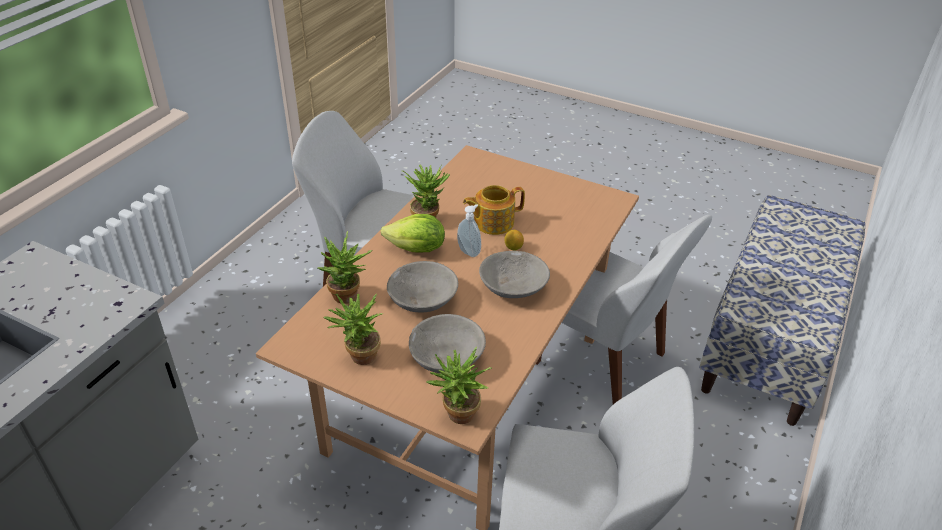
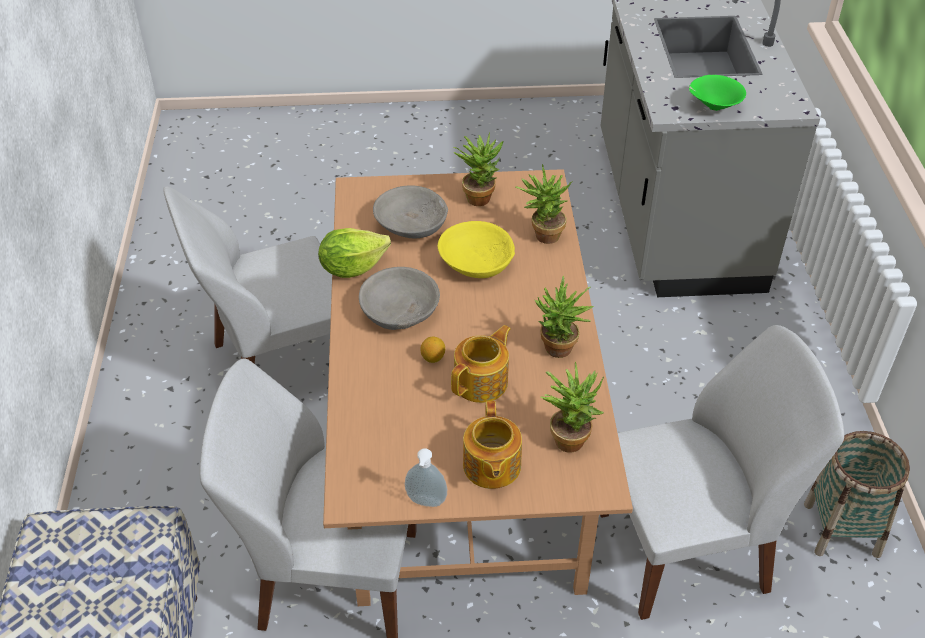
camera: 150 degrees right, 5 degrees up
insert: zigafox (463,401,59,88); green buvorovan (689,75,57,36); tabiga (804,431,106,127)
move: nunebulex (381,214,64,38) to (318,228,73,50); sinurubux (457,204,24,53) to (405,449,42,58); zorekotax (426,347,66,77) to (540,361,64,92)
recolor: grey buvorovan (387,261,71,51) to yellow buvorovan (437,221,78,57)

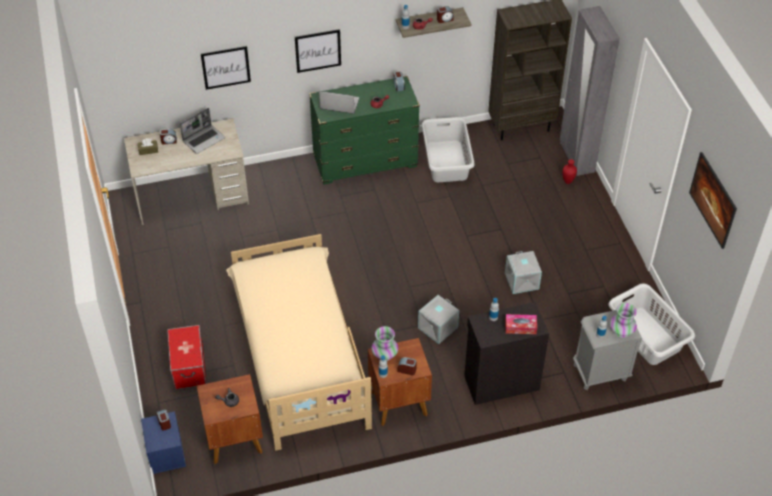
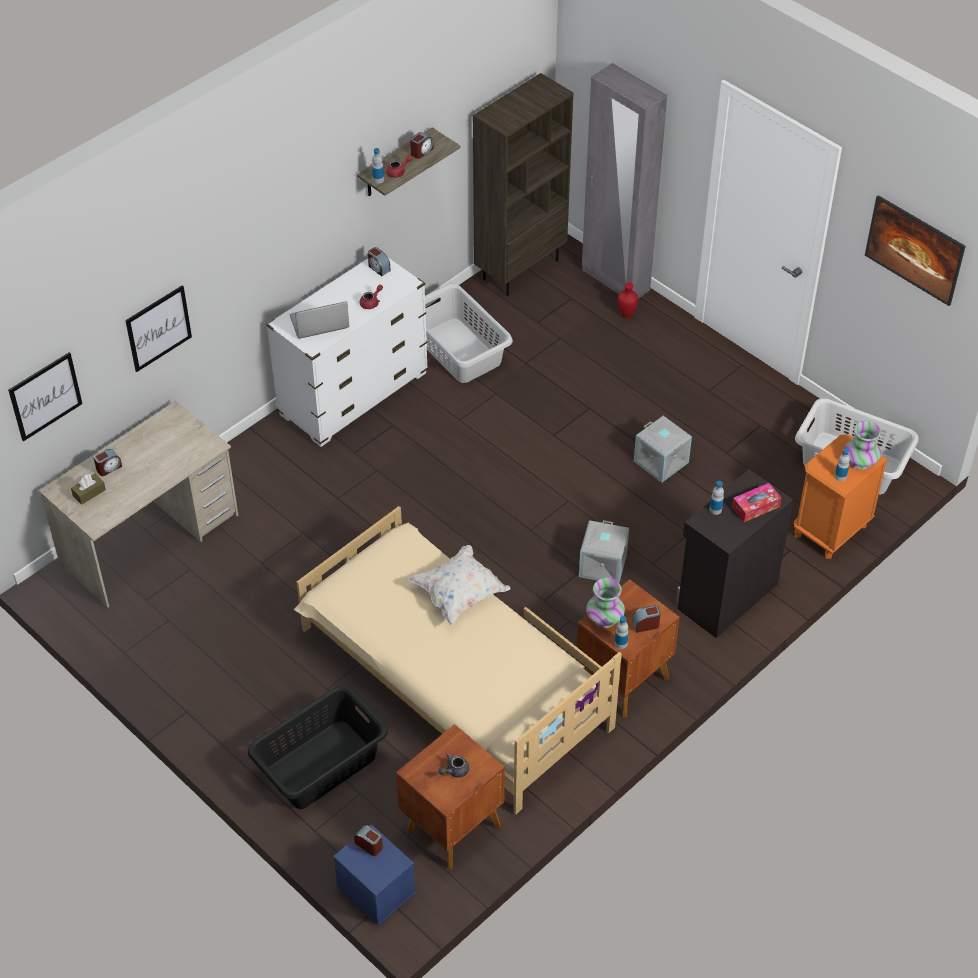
camera: 30 degrees left, 0 degrees up
delete: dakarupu (180,108,45,46)
insert: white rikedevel (408,545,102,80)
move: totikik (295,29,46,44) to (8,352,74,89)
replace: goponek (167,325,40,64) to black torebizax (248,685,140,124)
recolor: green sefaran (309,76,111,109) to white sefaran (266,258,162,189); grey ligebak (573,310,69,80) to orange ligebak (794,435,94,124)

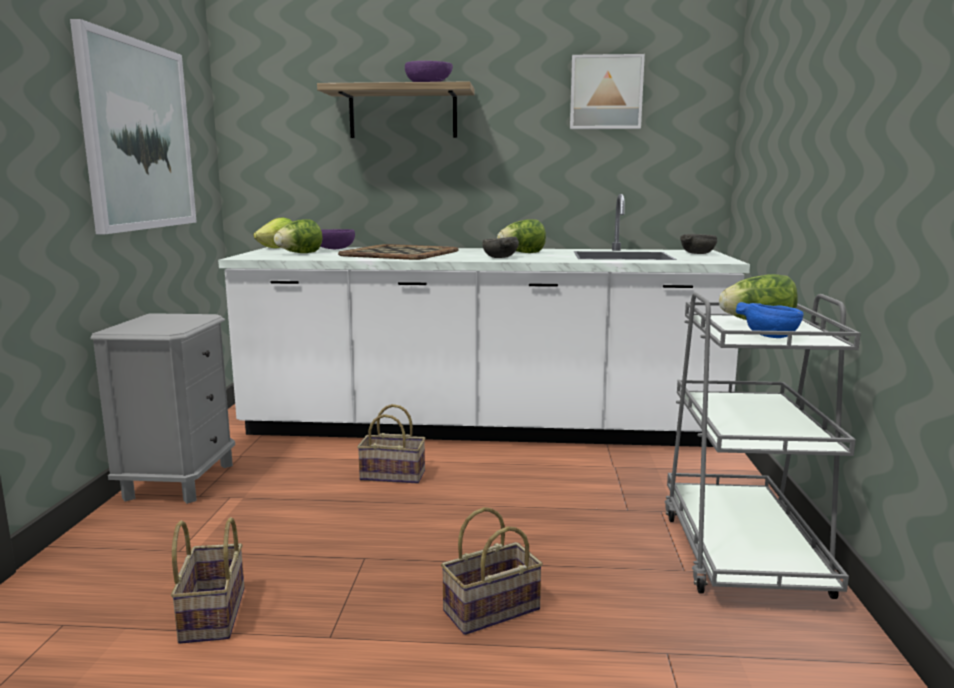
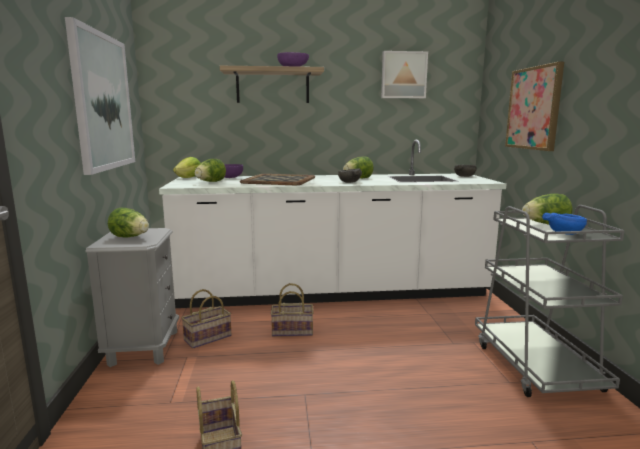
camera: 10 degrees left, 0 degrees up
insert: nunebulex (108,208,41,30); totikik (505,62,59,89)
move: tabiga (441,507,102,128) to (181,289,50,59)

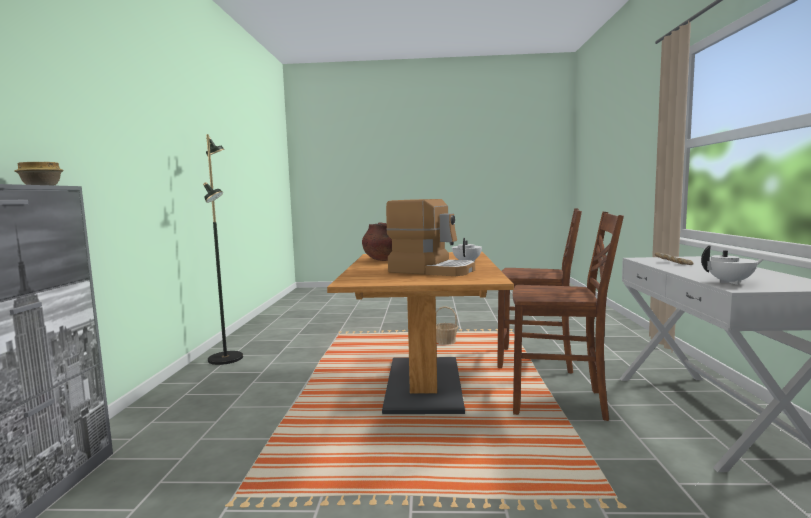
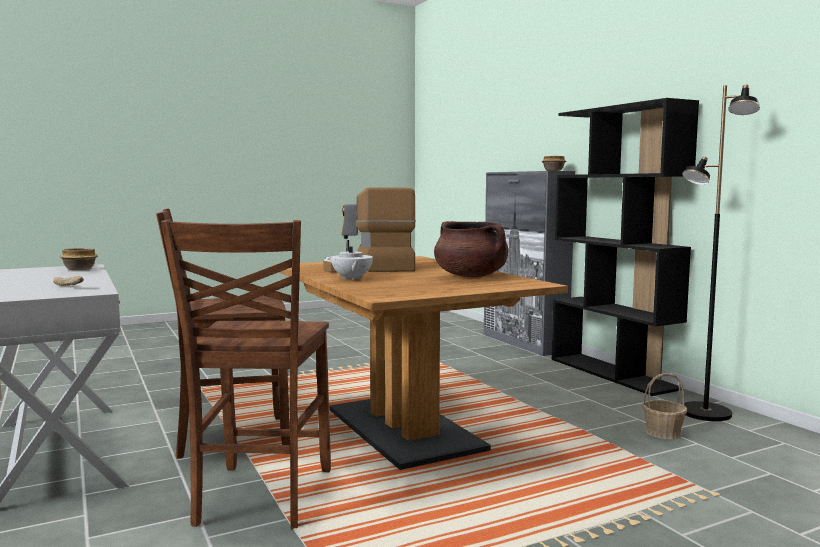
camera: 150 degrees right, 0 degrees up
insert: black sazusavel (551,98,148,298)
move: tabiga (436,306,22,39) to (642,373,45,66)
replace: white zigafox (701,246,63,39) to buvorovan (59,248,39,22)
rotate: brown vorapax (498,208,84,166) = (161,220,170,309) 75 degrees counterclockwise

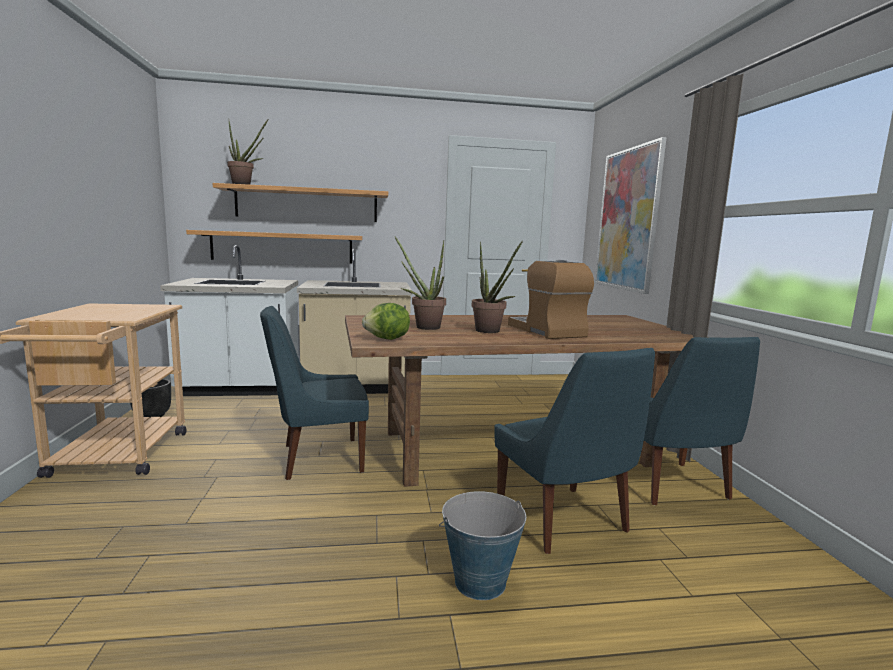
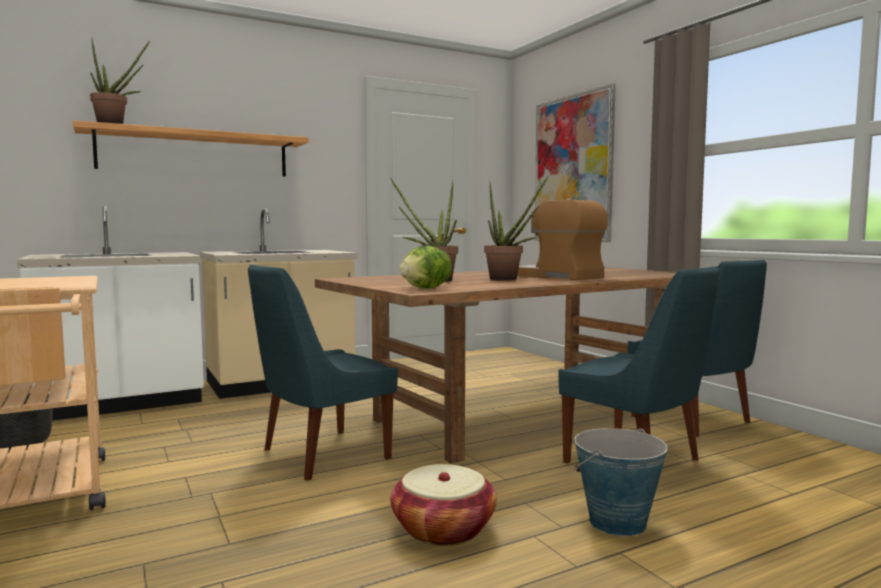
camera: 20 degrees left, 5 degrees down
delete: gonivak (186,230,177,34)
insert: tabiga (390,464,107,82)

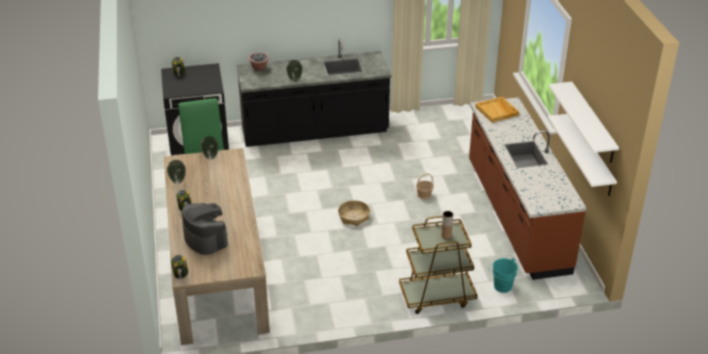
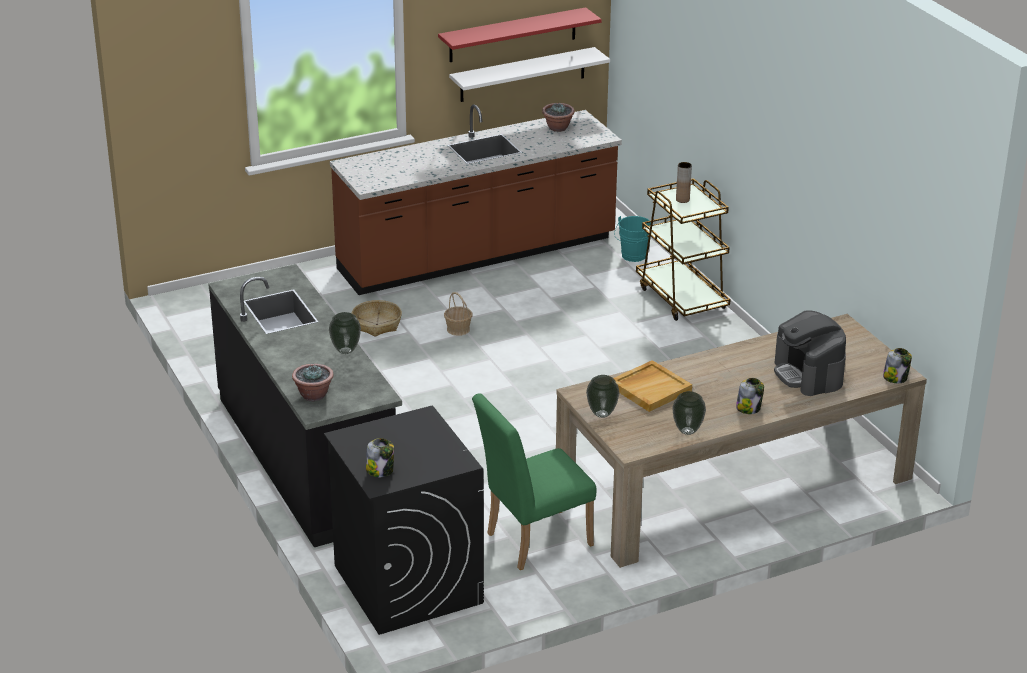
camera: 105 degrees left, 5 degrees down
insert: zorekotax (542,103,33,29)
move: tabiga (338,200,32,26) to (351,300,51,37); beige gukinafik (475,97,44,26) to (614,360,78,52)
recolor: white gonivak (549,82,70,81) to red gonivak (438,7,164,55)
rotate: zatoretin (182,203,46,52) = (774,310,72,86) 60 degrees counterclockwise

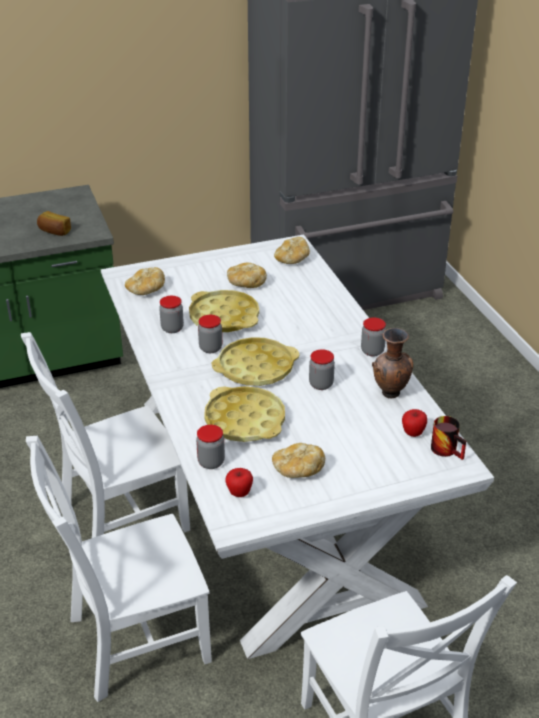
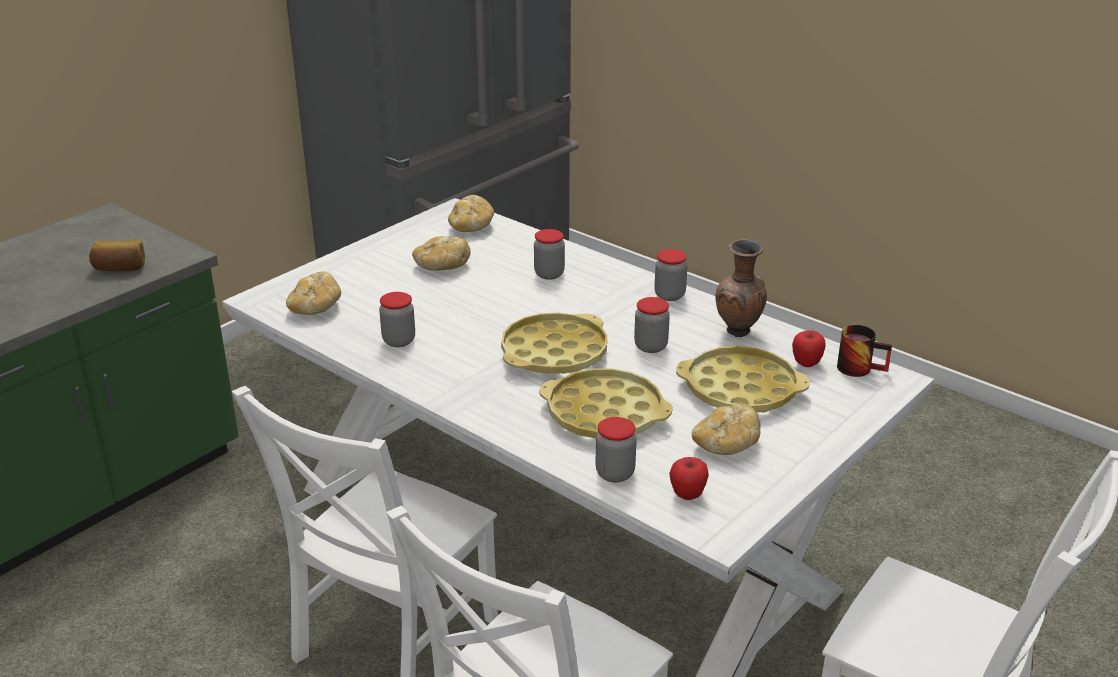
camera: 30 degrees left, 5 degrees down
move: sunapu (198,315,24,38) to (534,229,31,51); yellow gukinafik (189,290,70,43) to (676,346,134,66)

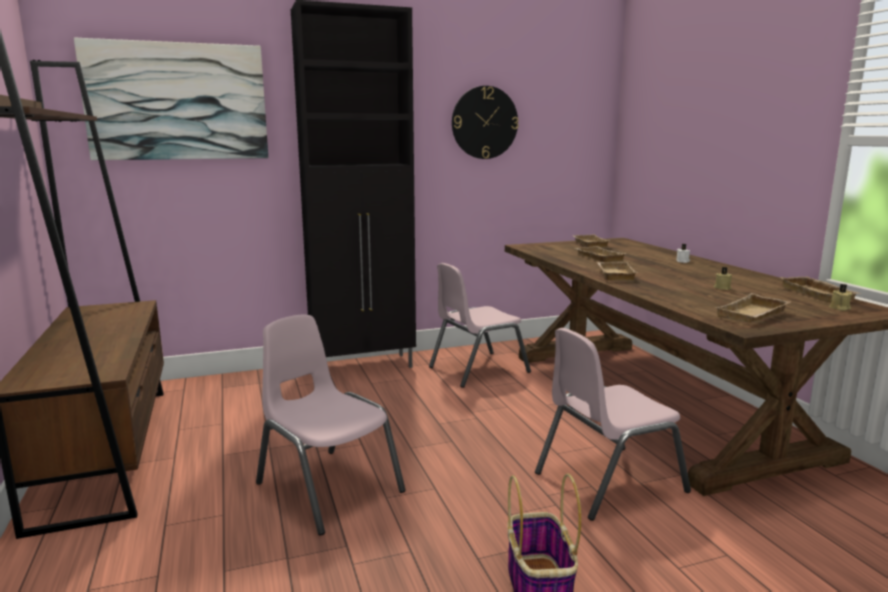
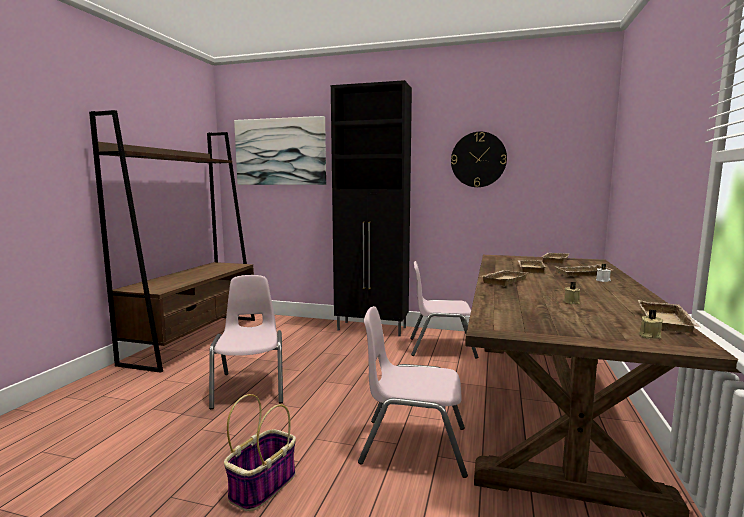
camera: 35 degrees right, 5 degrees down
move: beige gukinafik (716,293,74,30) to (555,264,59,12)

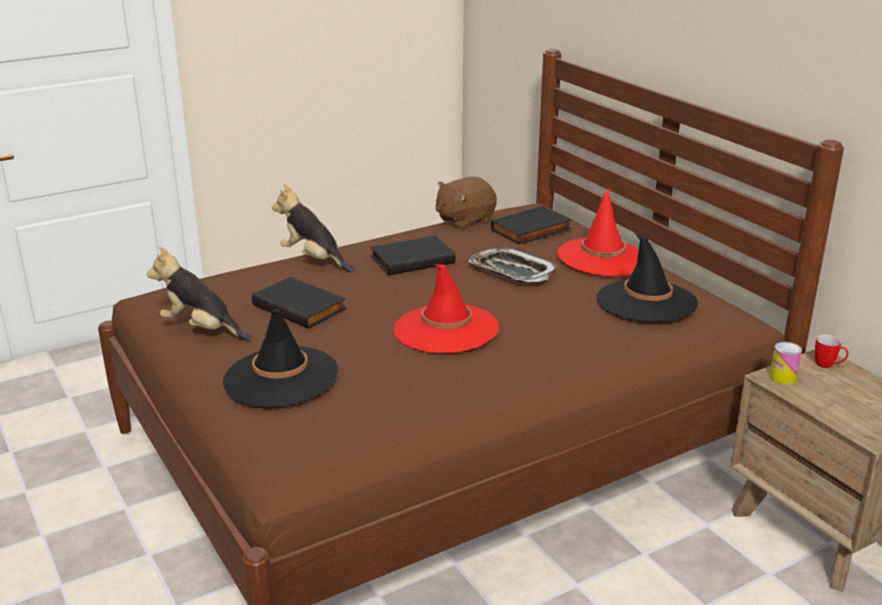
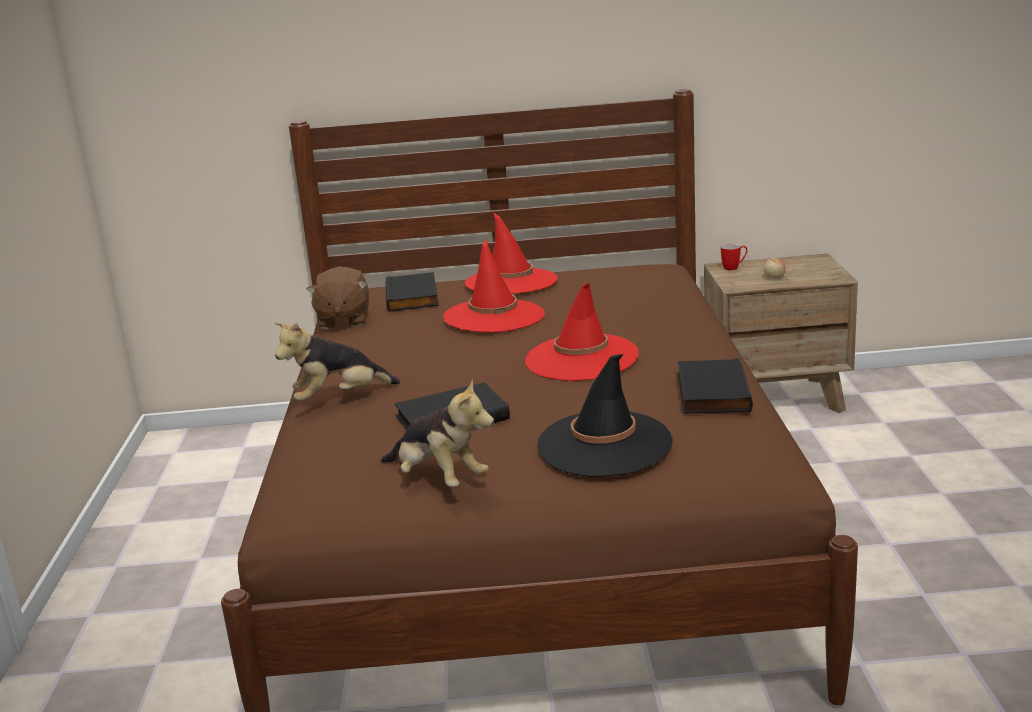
camera: 60 degrees left, 5 degrees down
delete: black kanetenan (597,233,101,89); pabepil (770,342,32,43)
insert: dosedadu (764,258,22,21)
move: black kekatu (370,235,86,40) to (678,358,75,56)
replace: gukinafik (469,247,88,35) to red kanetenan (443,238,102,94)
rotate: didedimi (147,247,105,94) = (381,379,113,108) 105 degrees counterclockwise

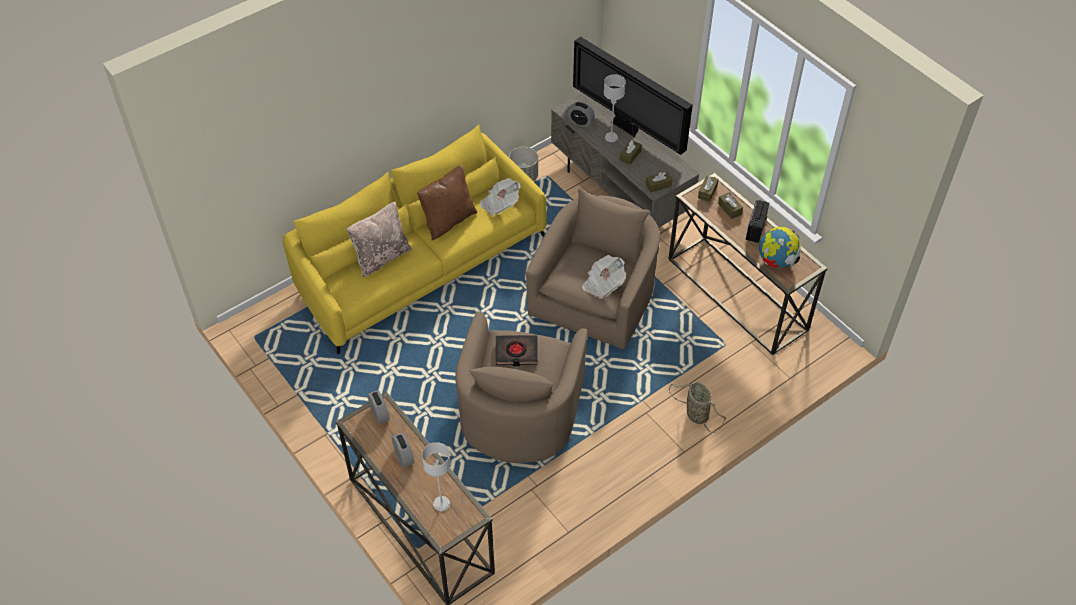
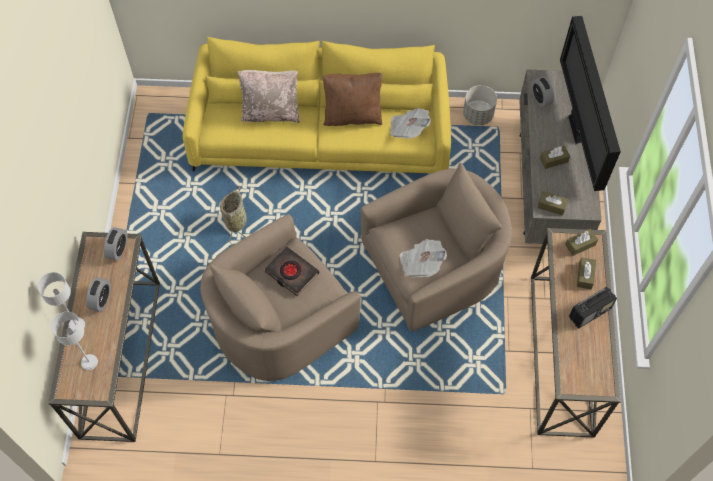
camera: 40 degrees right, 10 degrees up
delete: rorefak (759,227,42,41)
move: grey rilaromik (604,74,22,68) to (38,272,47,60); tabiga (669,382,57,51) to (220,185,27,60)

